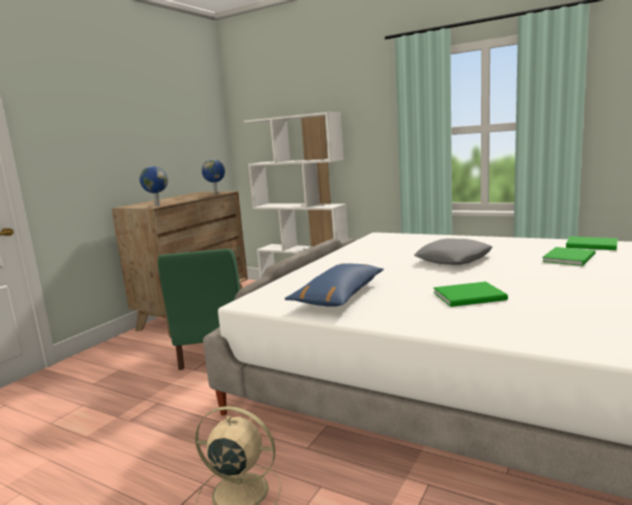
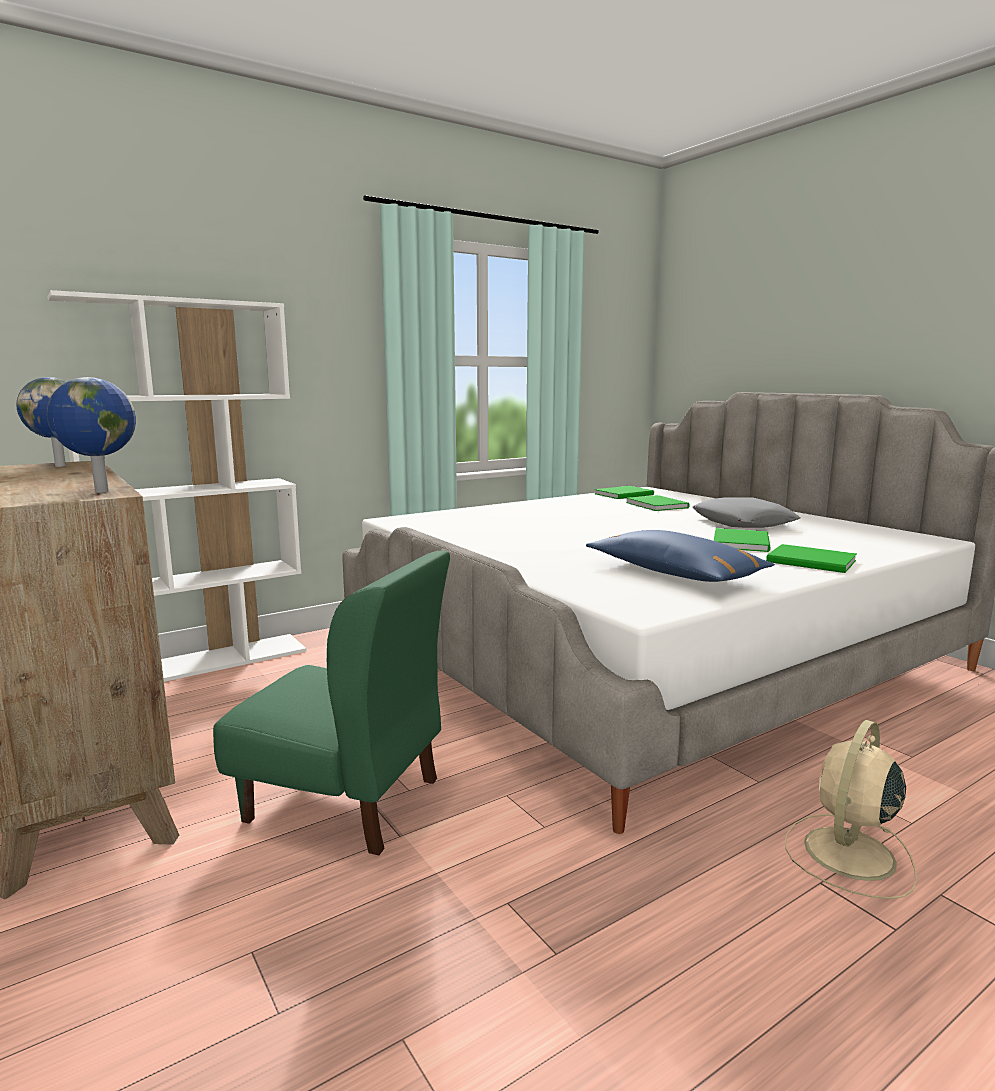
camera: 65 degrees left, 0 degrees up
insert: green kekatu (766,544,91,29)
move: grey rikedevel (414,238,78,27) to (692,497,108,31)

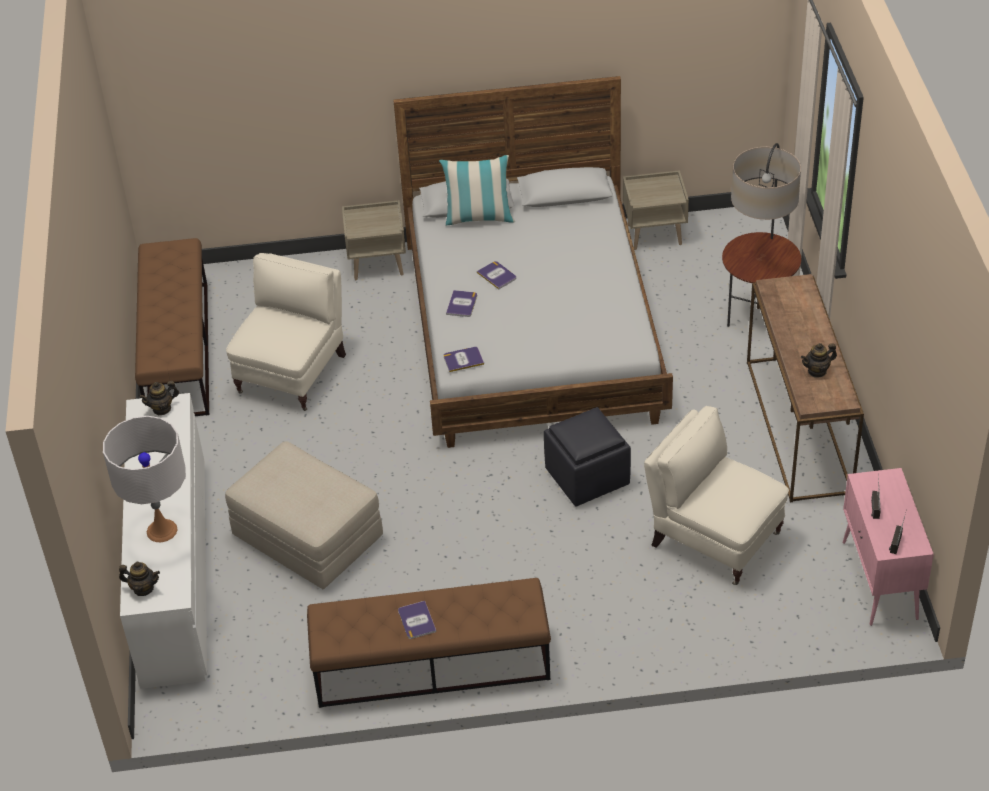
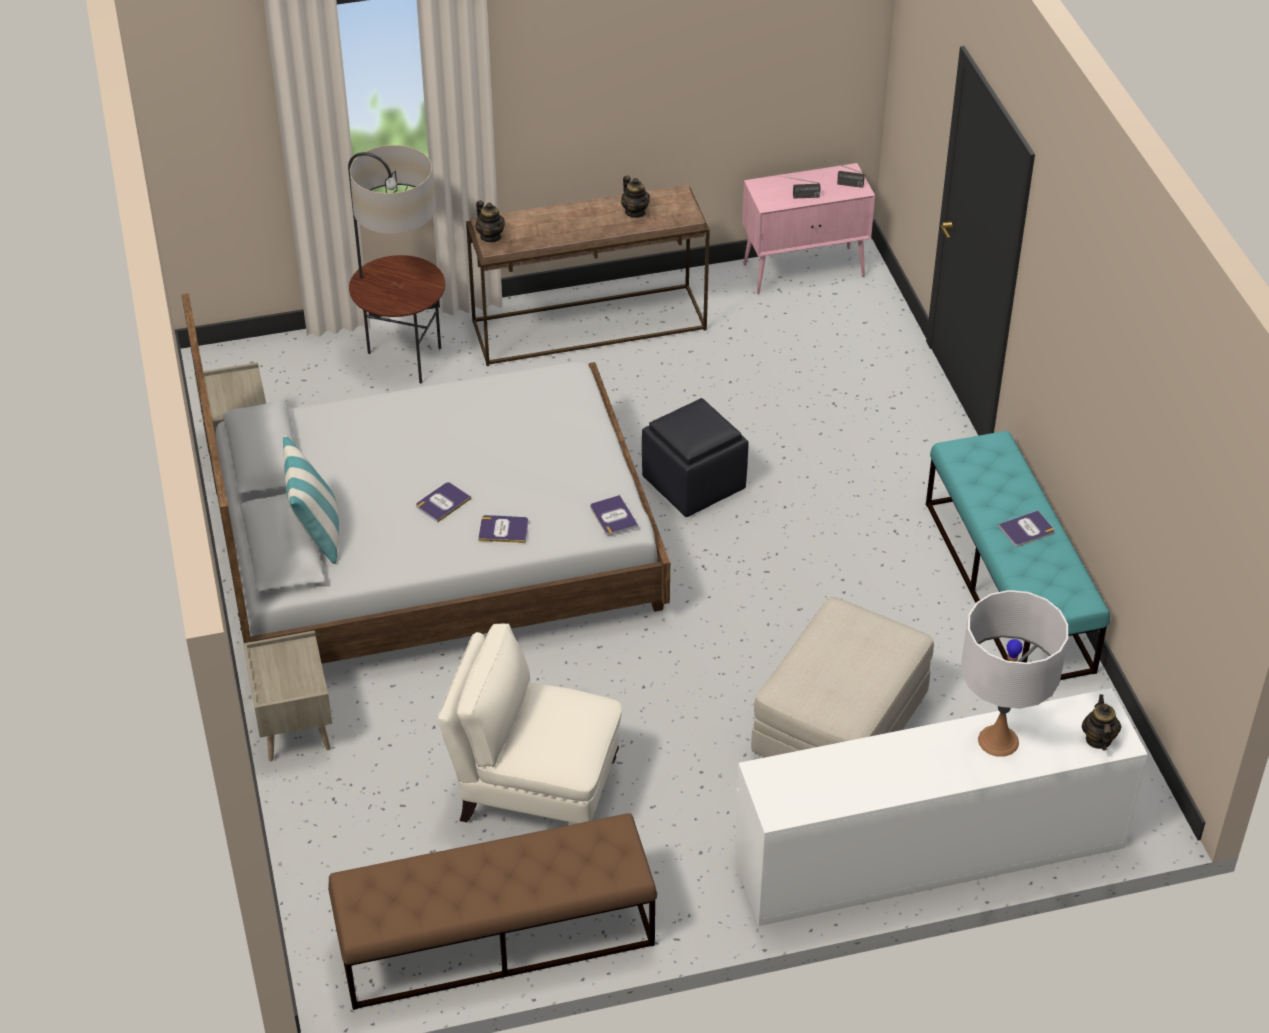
camera: 100 degrees left, 0 degrees up
delete: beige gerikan (644,406,145,179)
move: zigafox (139,381,40,34) to (476,200,29,42)
recolor: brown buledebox (307,578,244,130) to turquoise buledebox (926,431,184,249)

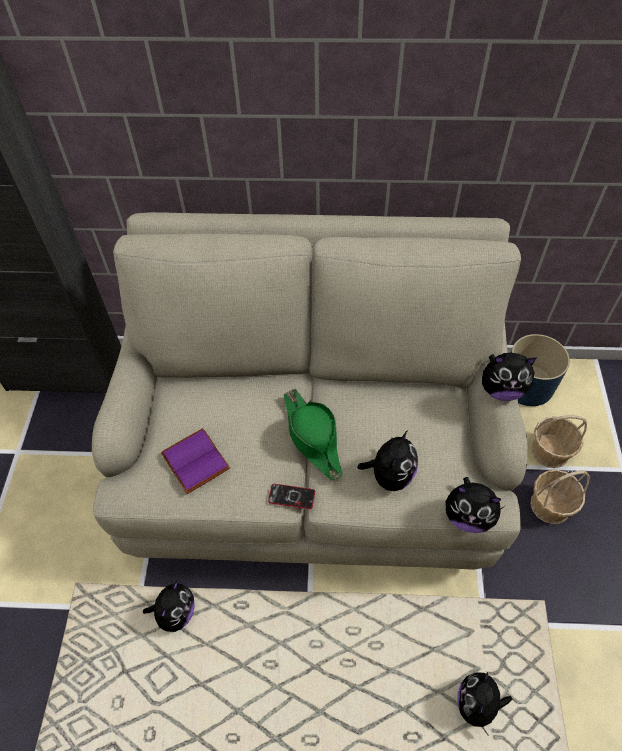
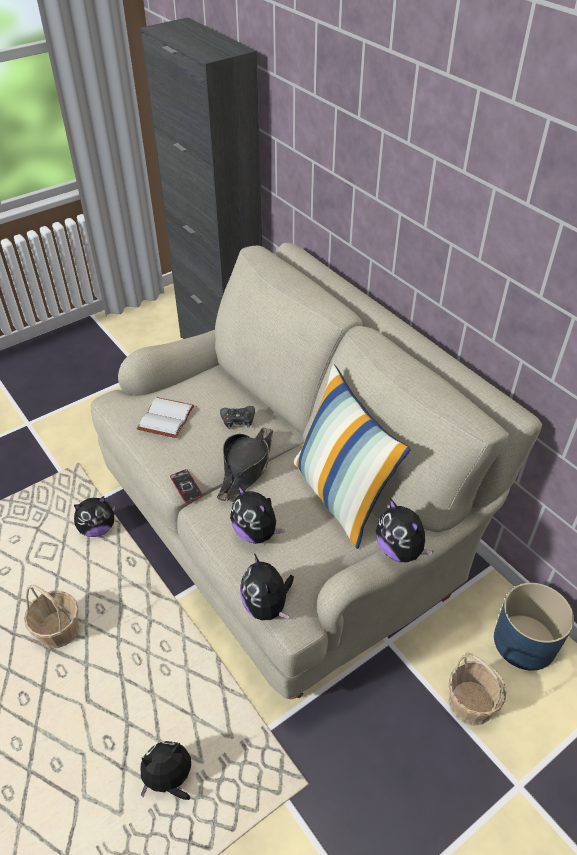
camera: 50 degrees right, 10 degrees down
insert: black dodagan (220,406,35,23); rikedevel (294,365,117,184)
move: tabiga (531,470,59,54) to (24,584,55,64)
recolor: purple kekatu (161,428,69,66) to white kekatu (137,397,58,41); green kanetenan (284,389,58,92) to black kanetenan (217,427,56,74)
rotate: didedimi (357,430,61,61) = (230,485,55,59) 60 degrees clockwise

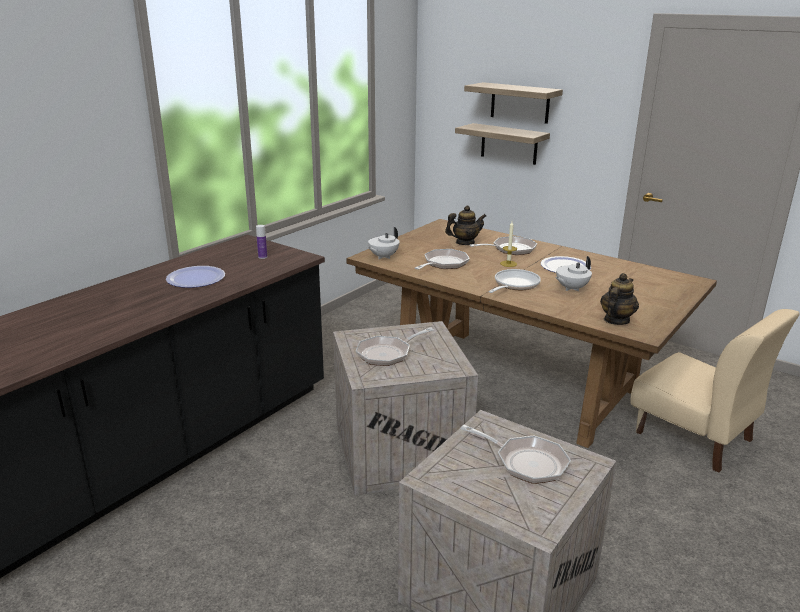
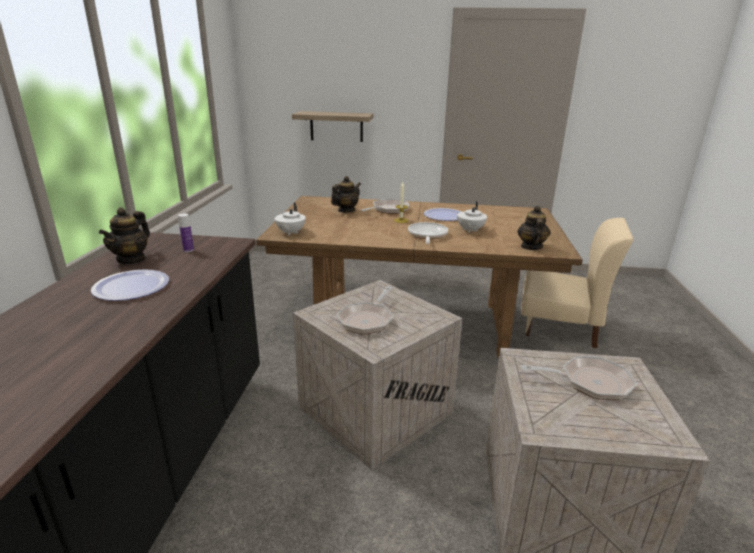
camera: 30 degrees left, 0 degrees up
delete: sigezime (415,249,55,21); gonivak (464,82,99,42)
insert: zigafox (99,207,51,58)

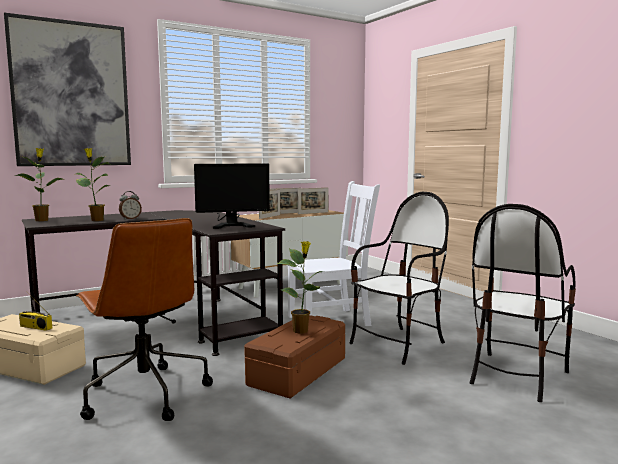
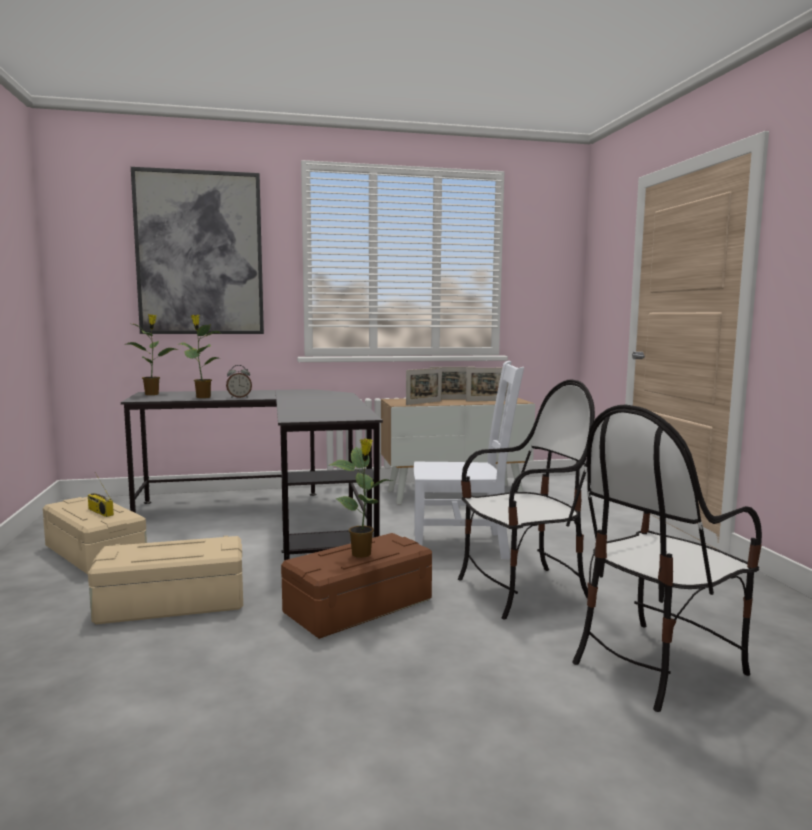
camera: 20 degrees right, 0 degrees up
delete: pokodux (194,163,76,66)
replace: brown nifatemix (76,218,137,203) to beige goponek (88,536,155,88)

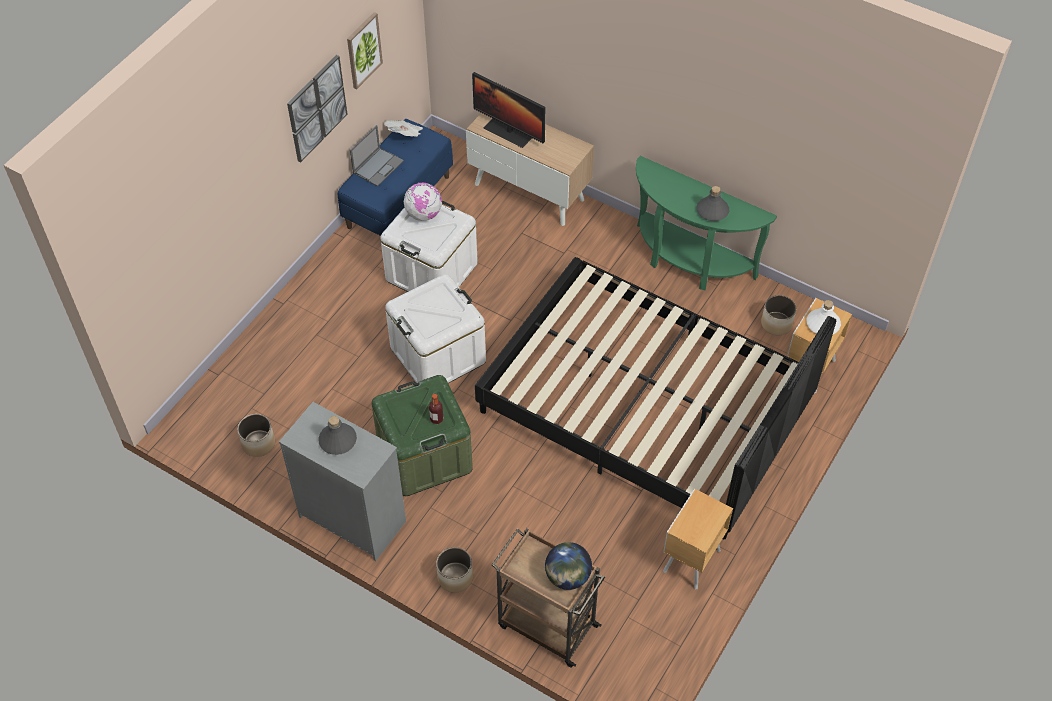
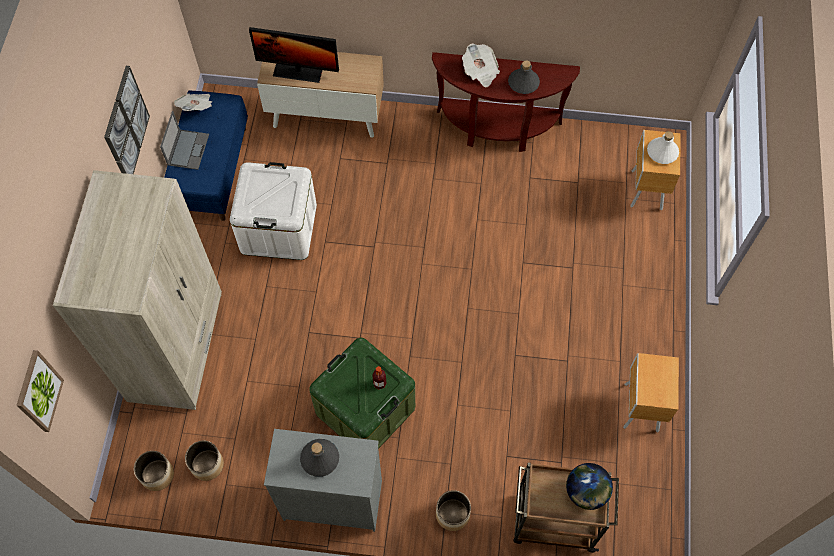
camera: 25 degrees left, 10 degrees up
delete: white goponek (385,274,101,109); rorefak (404,182,38,39); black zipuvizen (475,257,361,282)
insert: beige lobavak (53,170,169,240); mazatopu (462,43,38,44)
move: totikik (347,12,36,77) to (16,350,48,82); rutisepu (761,295,35,41) to (134,451,40,40)
recolor: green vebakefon (636,156,141,134) to brown vebakefon (432,52,148,100)

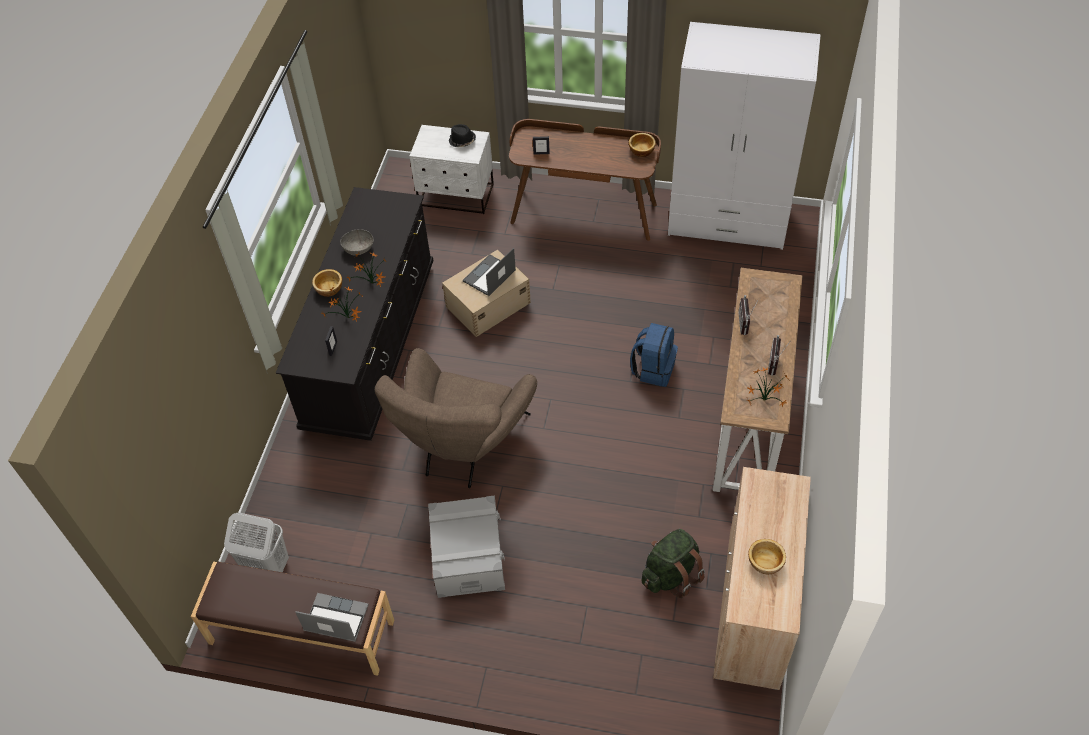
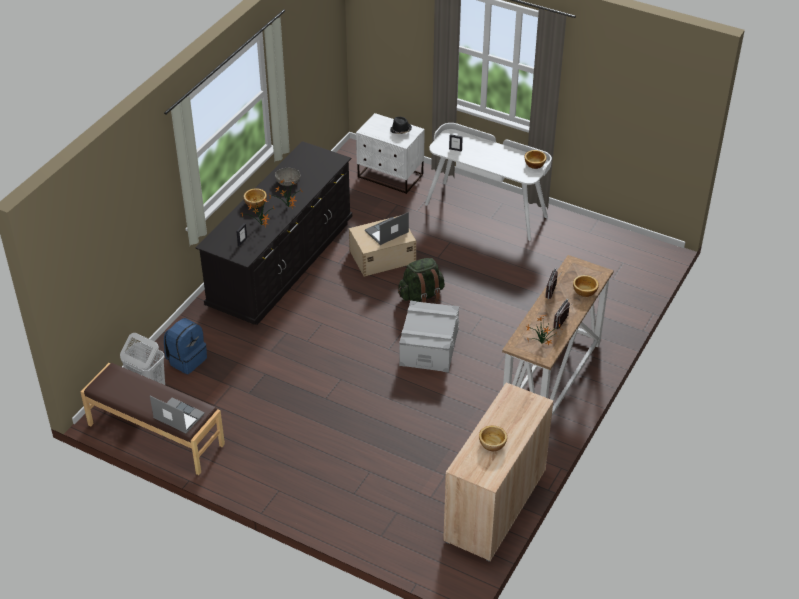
camera: 15 degrees right, 10 degrees down
delete: brown gerikan (375,348,162,140); white lobavak (668,22,153,228)
insert: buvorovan (573,275,26,22)
move: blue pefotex (630,323,48,64) to (164,318,43,56); green pefotex (642,529,63,69) to (398,258,47,45); grey goponek (428,495,77,103) to (399,301,60,72)
recolor: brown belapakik (509,119,152,122) to white belapakik (425,123,127,118)

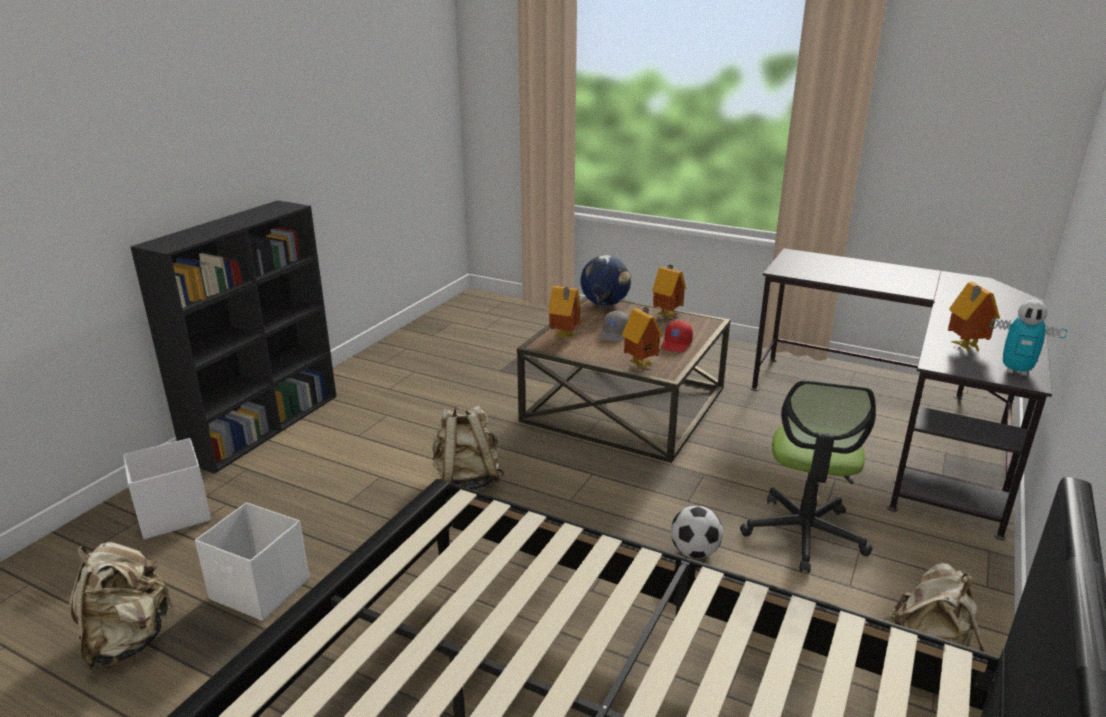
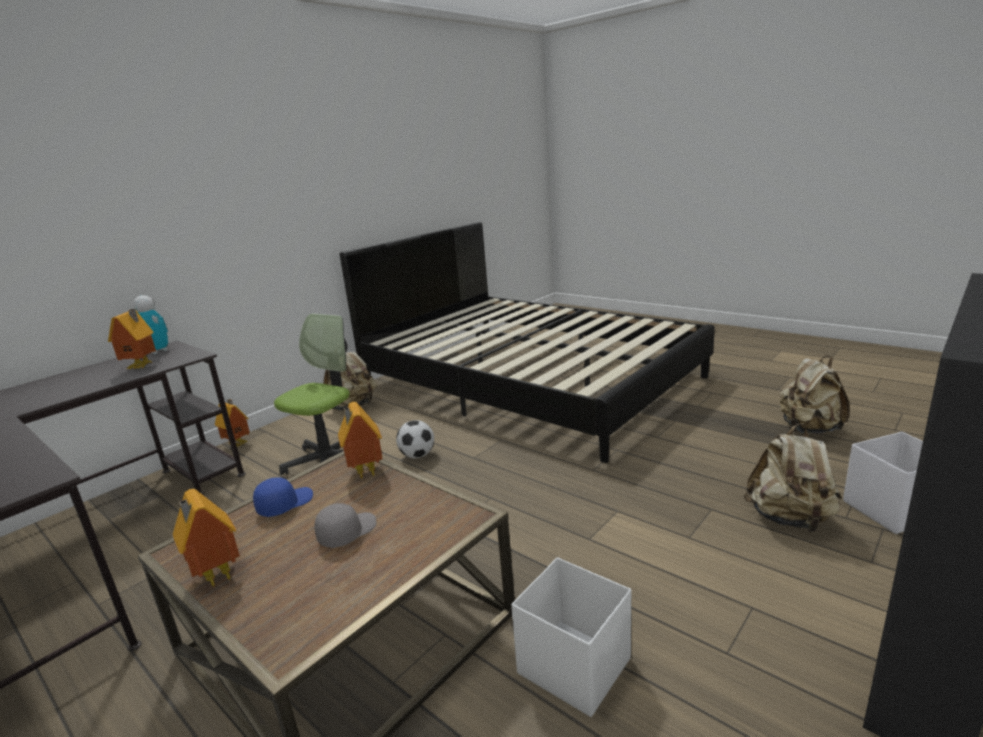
camera: 165 degrees left, 5 degrees down
delete: rorefak (580,255,51,51)
move: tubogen (548,286,33,53) to (215,399,35,48); white goponek (195,502,114,119) to (511,557,120,160); beige pefotex (432,406,72,84) to (744,423,98,109)
recolor: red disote (661,320,32,32) to blue disote (253,477,60,40)

